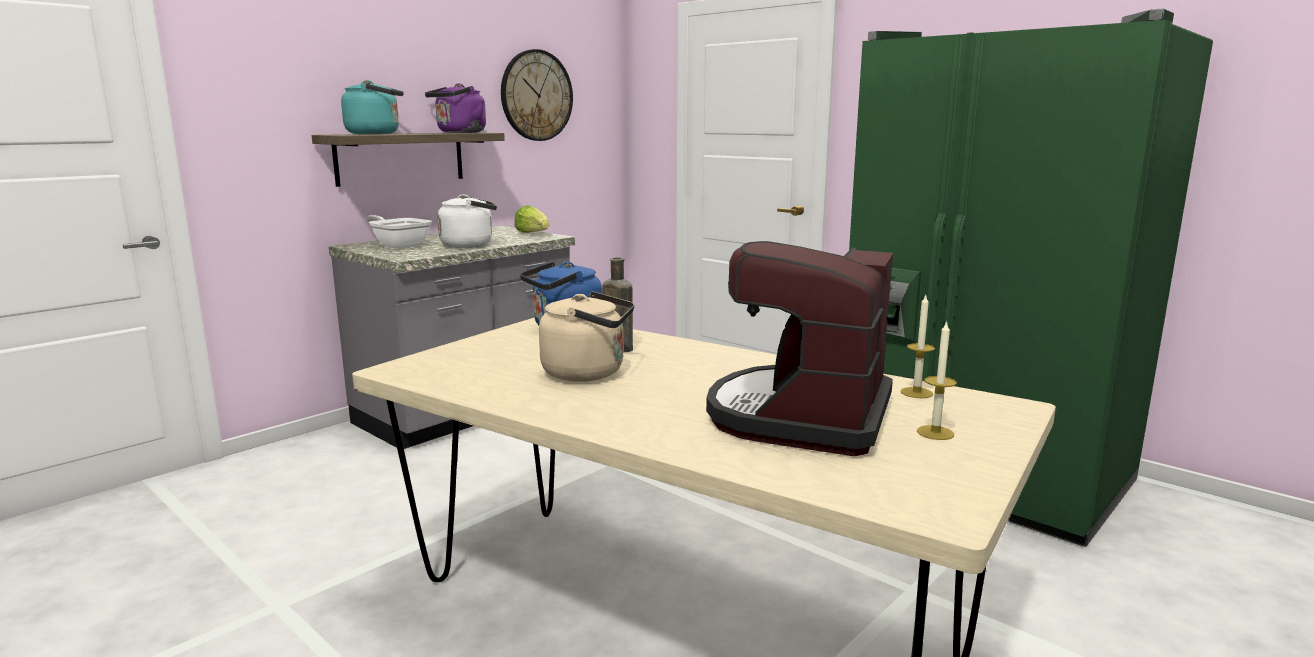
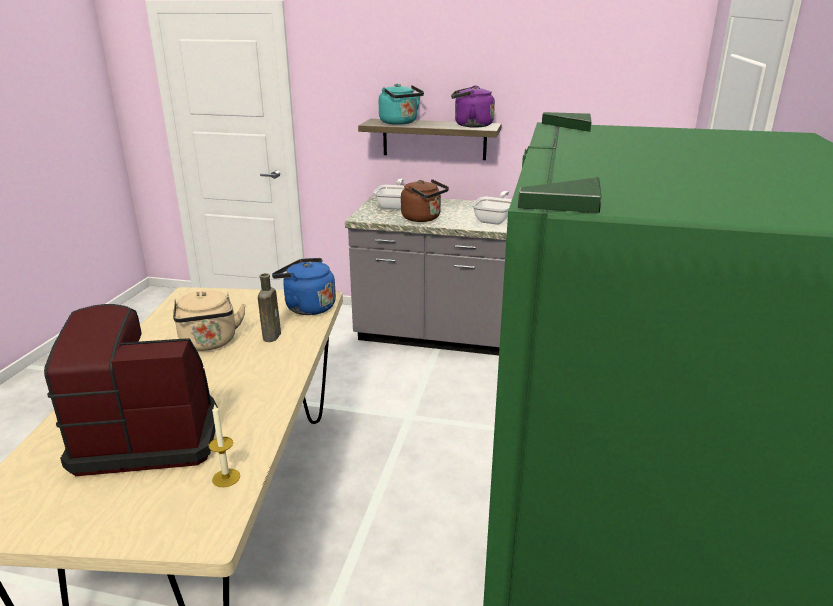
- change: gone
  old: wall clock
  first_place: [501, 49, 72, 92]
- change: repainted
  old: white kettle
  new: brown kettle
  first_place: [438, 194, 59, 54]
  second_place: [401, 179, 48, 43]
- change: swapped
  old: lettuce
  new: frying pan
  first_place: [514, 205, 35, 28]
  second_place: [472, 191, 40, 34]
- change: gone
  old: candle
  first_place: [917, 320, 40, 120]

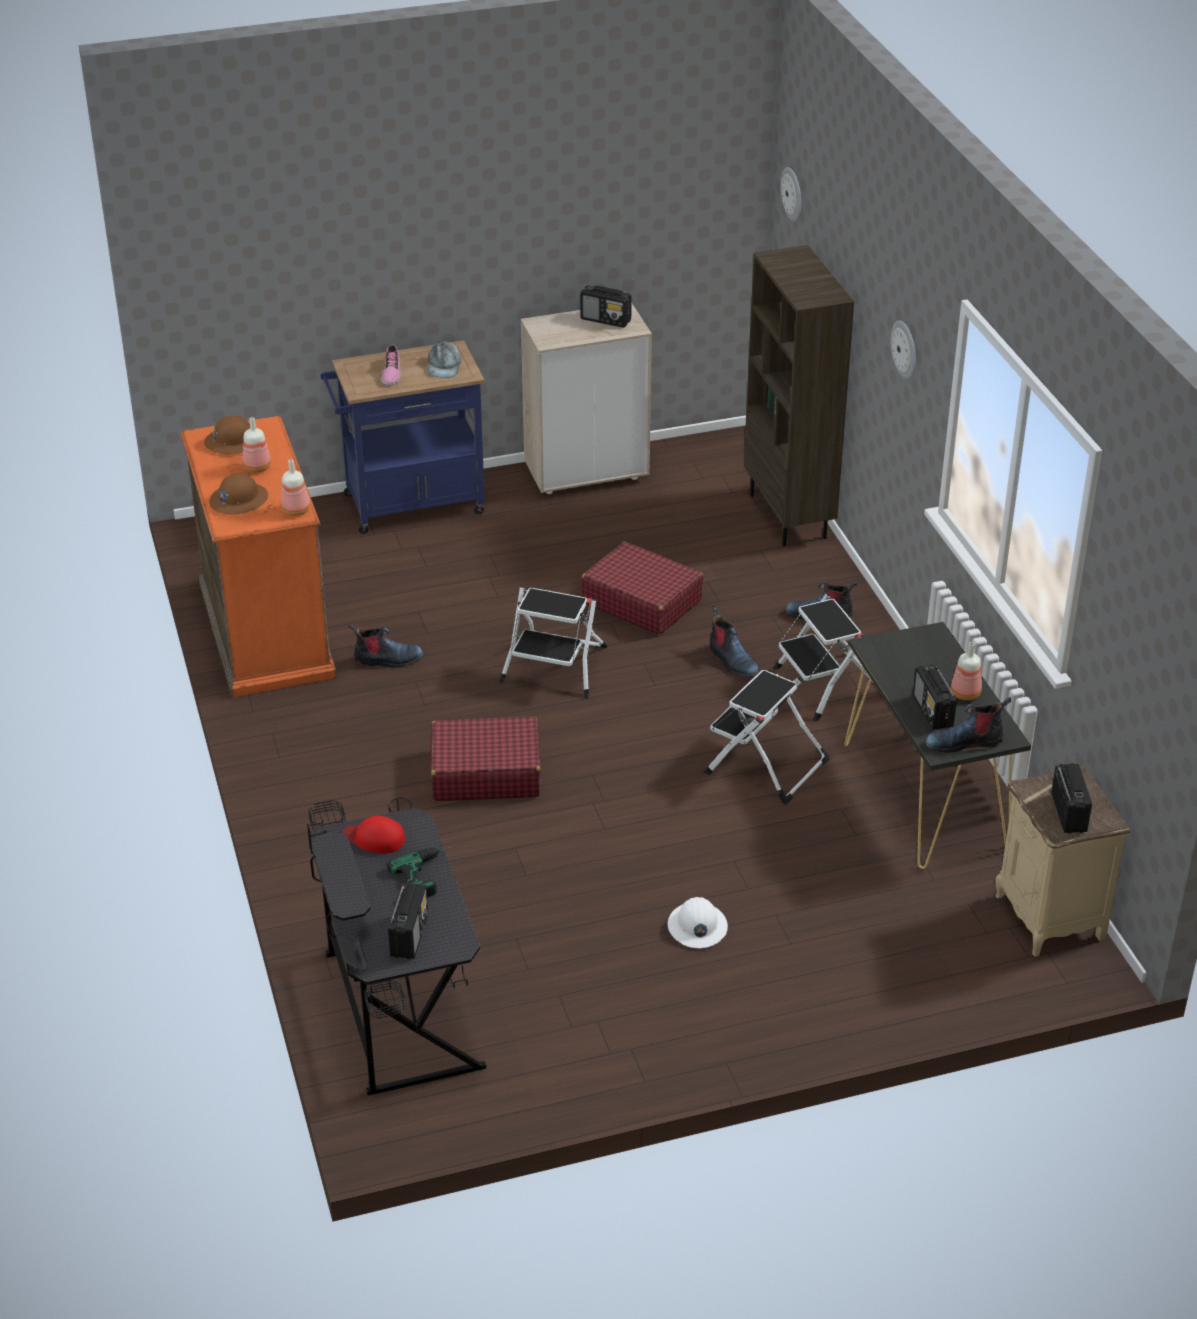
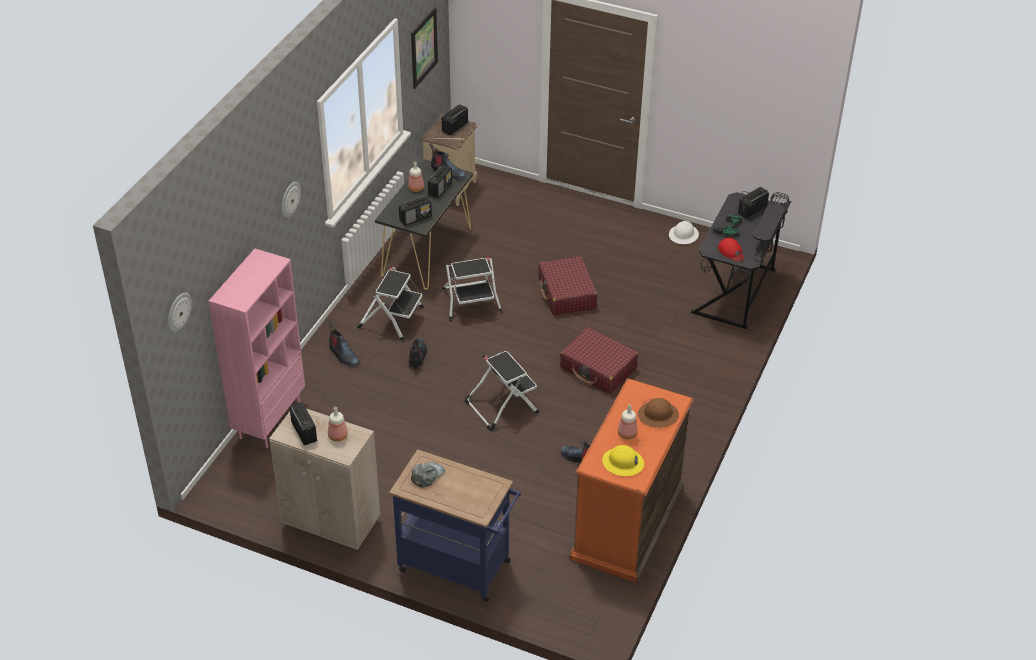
- change: repainted
  old: brown bookcase
  new: pink bookcase
  first_place: [744, 245, 110, 301]
  second_place: [209, 249, 96, 199]
- change: gone
  old: shoe
  first_place: [381, 344, 20, 41]
- change: repainted
  old: brown hard hat
  new: yellow hard hat
  first_place: [204, 415, 46, 39]
  second_place: [602, 445, 42, 31]
- change: shifted
  old: bottle
  first_place: [281, 459, 29, 57]
  second_place: [328, 407, 20, 35]
- change: shifted
  old: red suitcase
  first_place: [581, 542, 122, 93]
  second_place: [538, 256, 59, 59]
- change: shifted
  old: white hard hat
  first_place: [668, 897, 60, 51]
  second_place: [669, 221, 30, 23]
- change: new
  new: picture
  second_place: [411, 7, 27, 82]
- change: new
  new: radio
  second_place: [399, 196, 33, 30]

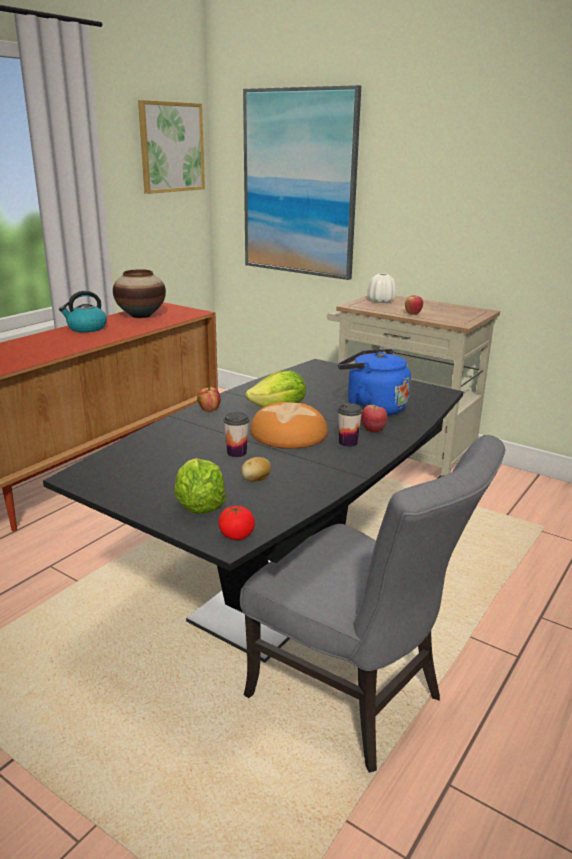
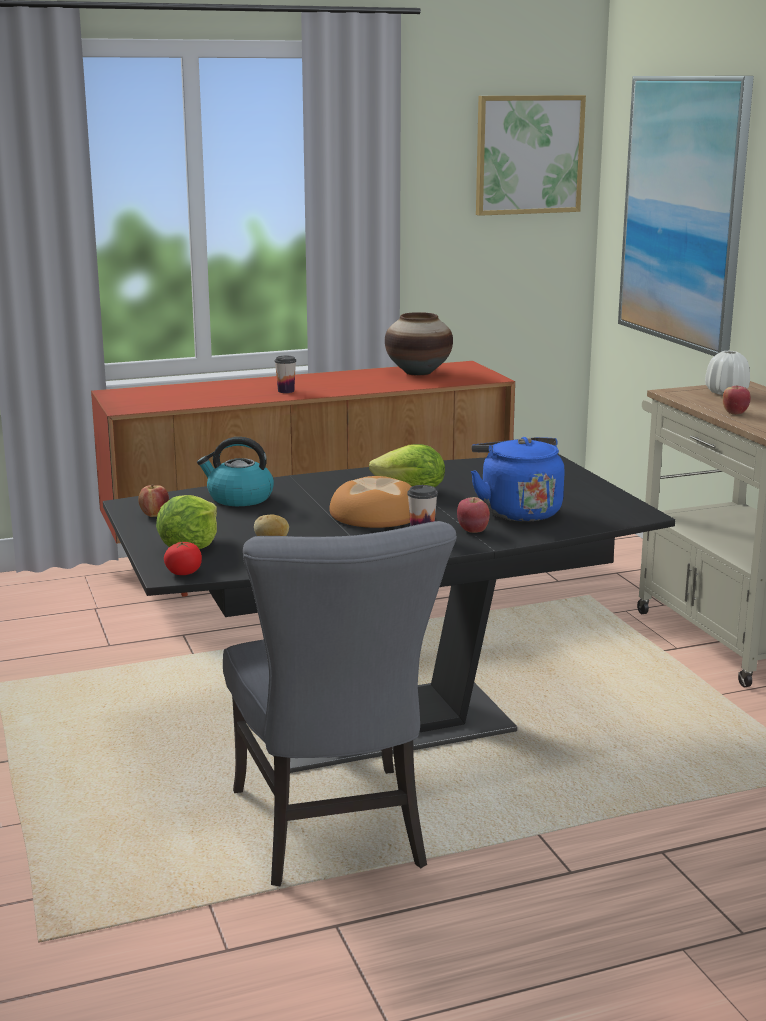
- change: shifted
  old: kettle
  first_place: [59, 291, 48, 41]
  second_place: [197, 437, 77, 69]
- change: shifted
  old: apple
  first_place: [197, 387, 24, 25]
  second_place: [138, 484, 31, 33]
- change: shifted
  old: cup
  first_place: [223, 412, 26, 45]
  second_place: [274, 356, 22, 37]

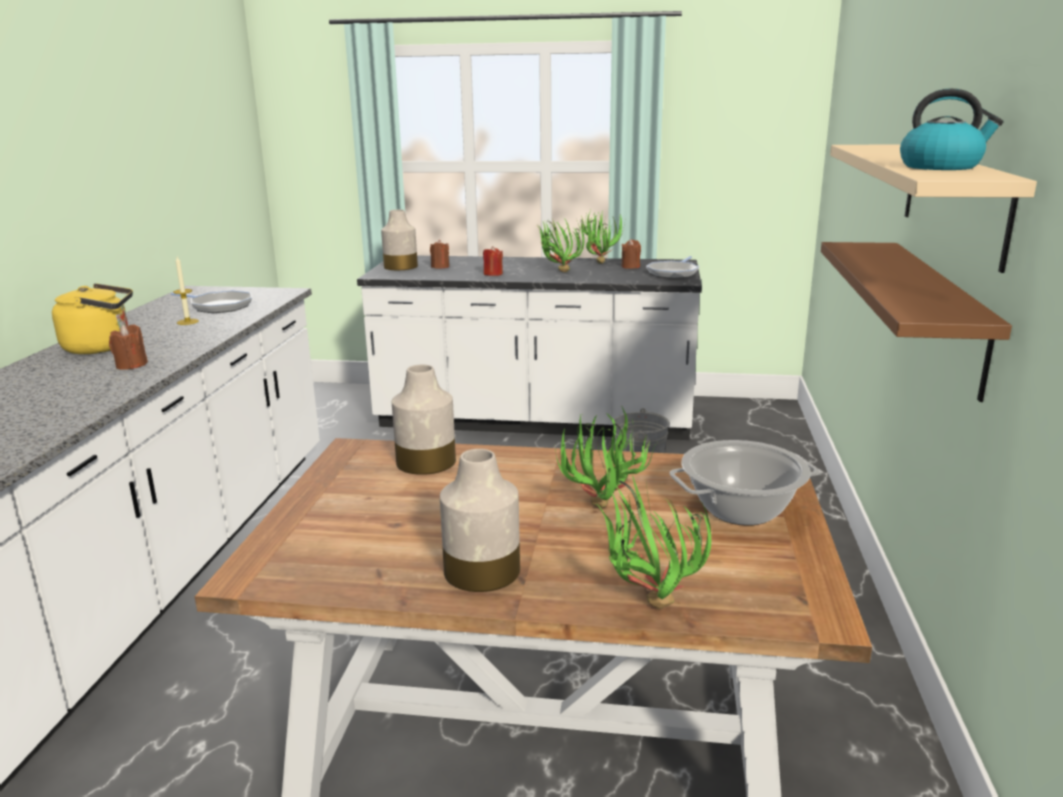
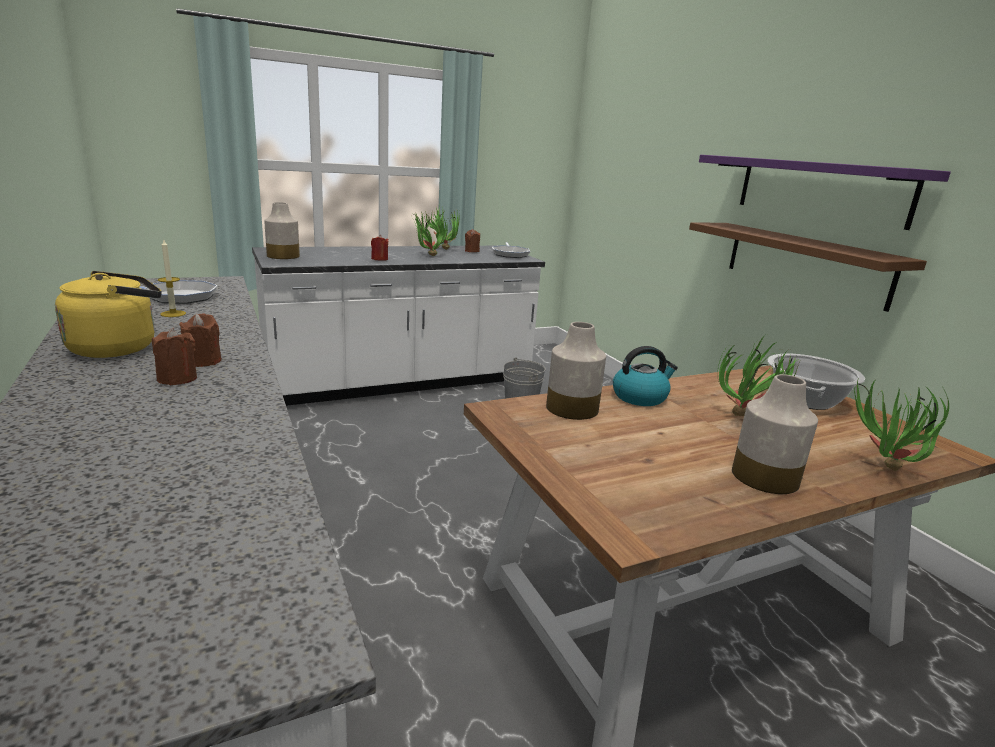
- change: shifted
  old: kettle
  first_place: [900, 88, 104, 82]
  second_place: [613, 346, 65, 60]
- change: repainted
  old: beige shelf
  new: purple shelf
  first_place: [830, 145, 207, 128]
  second_place: [699, 155, 252, 75]
- change: shifted
  old: brown candle
  first_place: [430, 240, 19, 28]
  second_place: [152, 328, 45, 57]

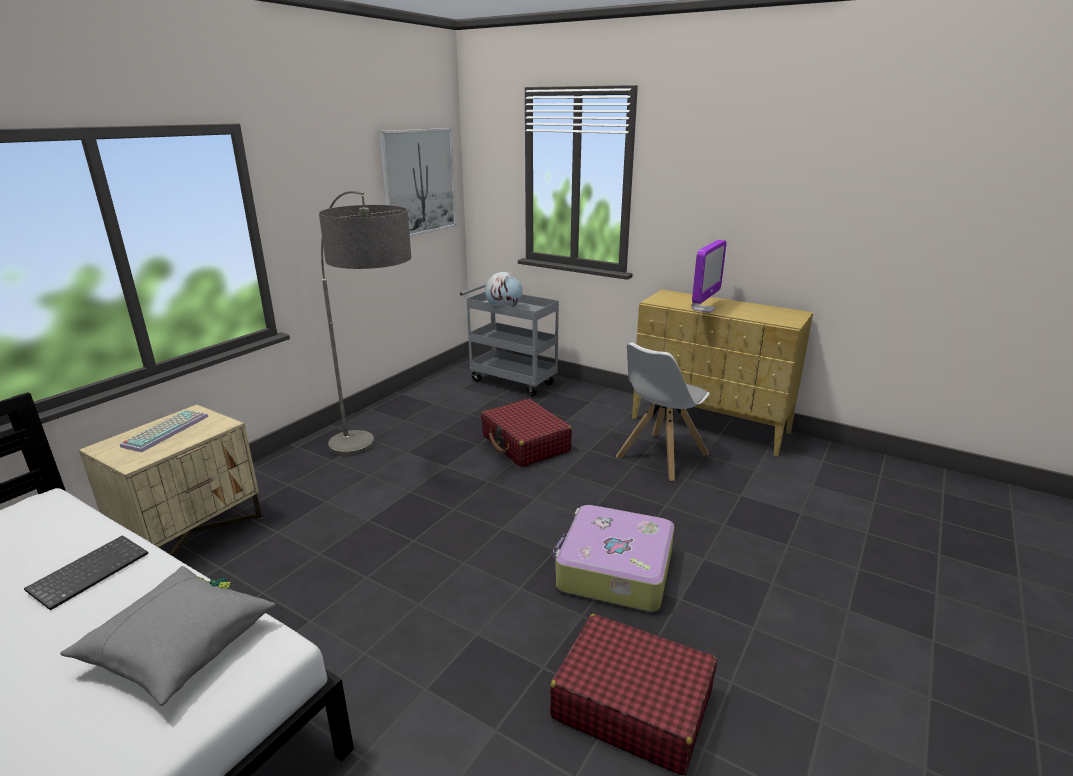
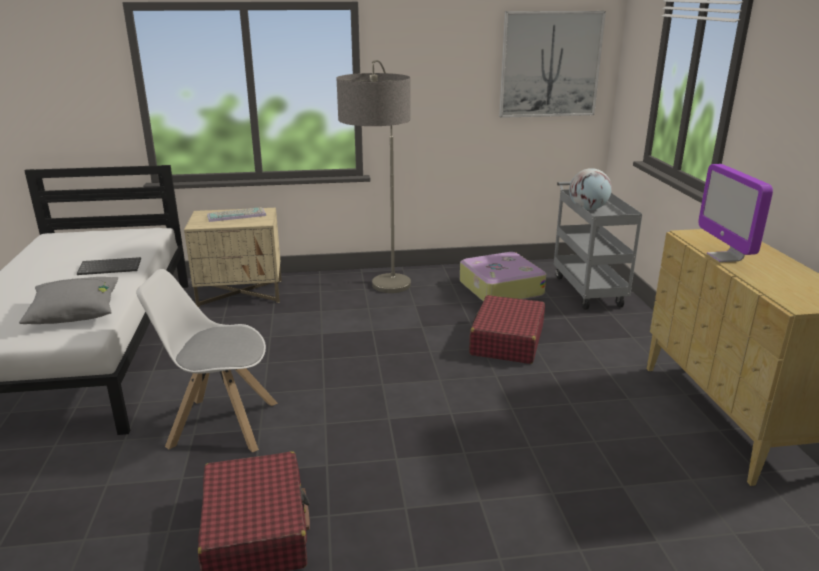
- change: rotated
  old: monitor
  first_place: [691, 240, 35, 73]
  second_place: [698, 164, 75, 98]
  degrees: 90
- change: shifted
  old: chair
  first_place: [616, 342, 94, 139]
  second_place: [136, 269, 142, 183]
- change: shifted
  old: suitcase
  first_place: [553, 505, 121, 107]
  second_place: [460, 252, 86, 49]

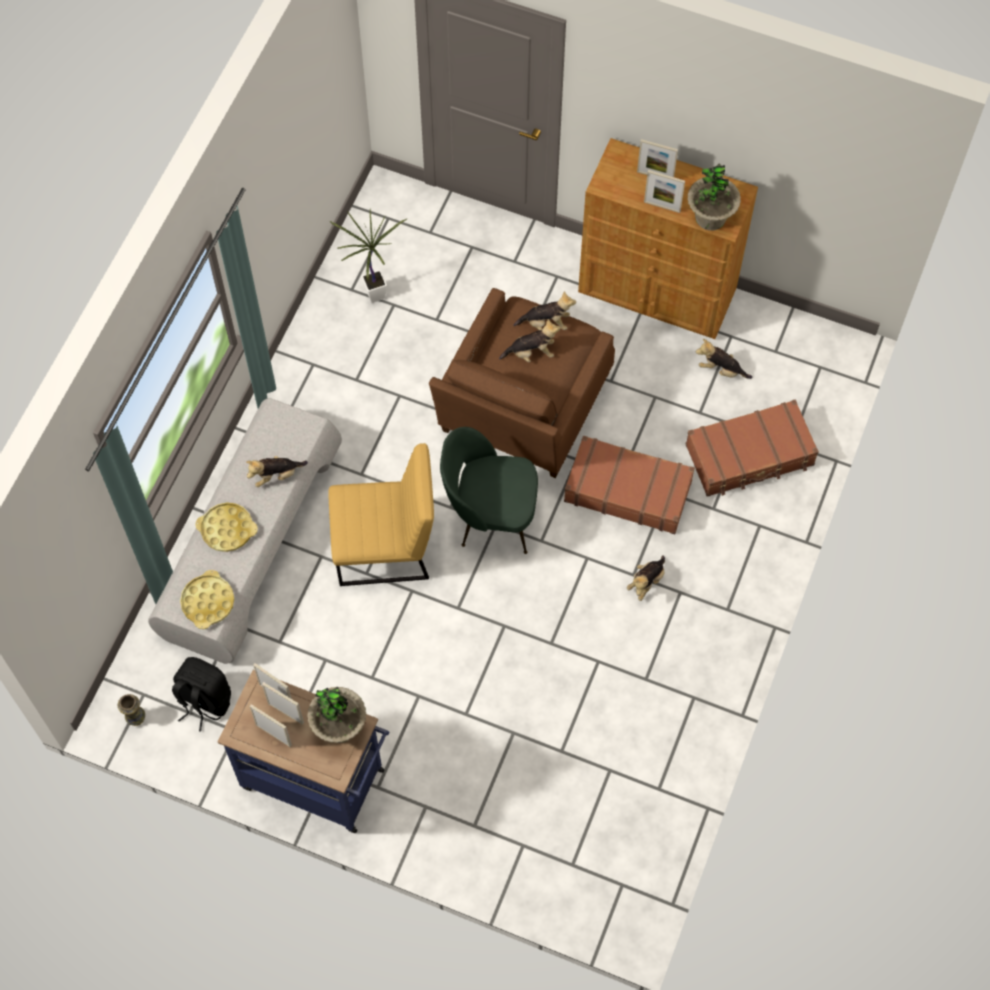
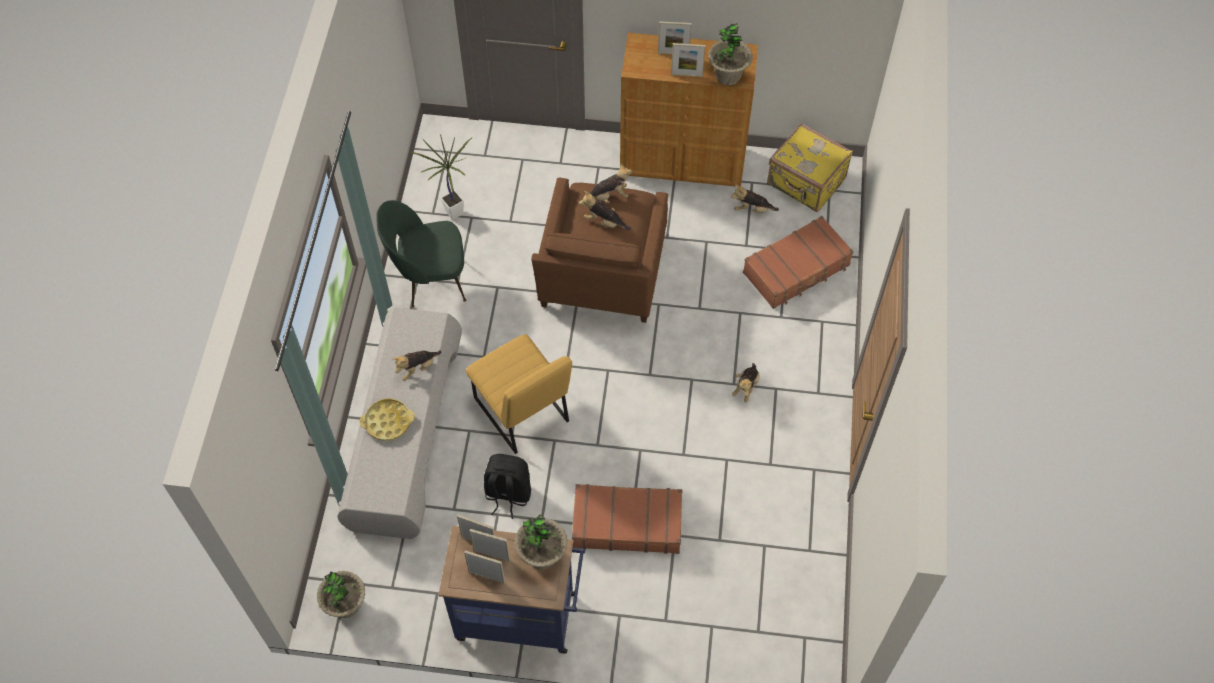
- change: rotated
  old: plush toy
  first_place: [499, 319, 62, 43]
  second_place: [579, 191, 52, 39]
  degrees: -135
- change: shifted
  old: green chair
  first_place: [440, 427, 98, 127]
  second_place: [376, 200, 90, 108]
- change: shifted
  old: brown suitcase
  first_place: [564, 436, 131, 98]
  second_place: [572, 484, 110, 70]
- change: rotated
  old: yellow chair
  first_place: [328, 443, 106, 143]
  second_place: [466, 334, 106, 120]
  degrees: 75
- change: gone
  old: yellow tray
  first_place: [180, 570, 54, 59]
- change: shifted
  old: black backpack
  first_place: [172, 657, 59, 75]
  second_place: [484, 454, 47, 65]
- change: swapped
  old: vase
  new: potted plant
  first_place: [118, 694, 27, 32]
  second_place: [317, 571, 48, 47]
- change: new
  new: yellow suitcase
  second_place: [767, 123, 86, 89]

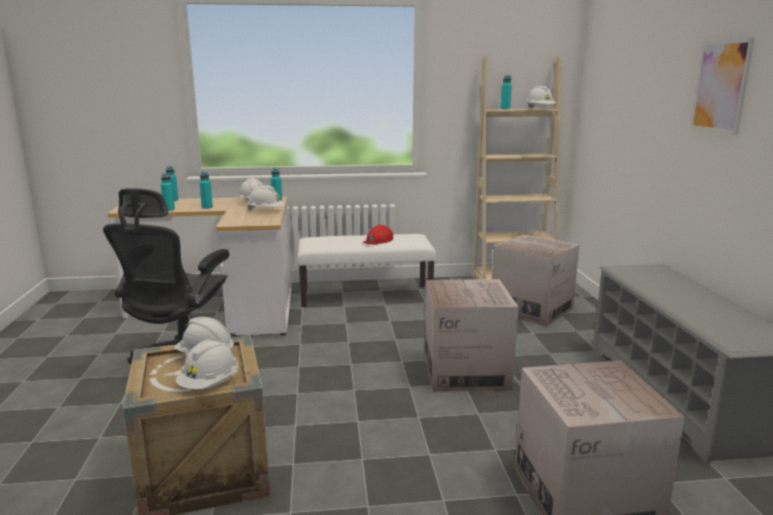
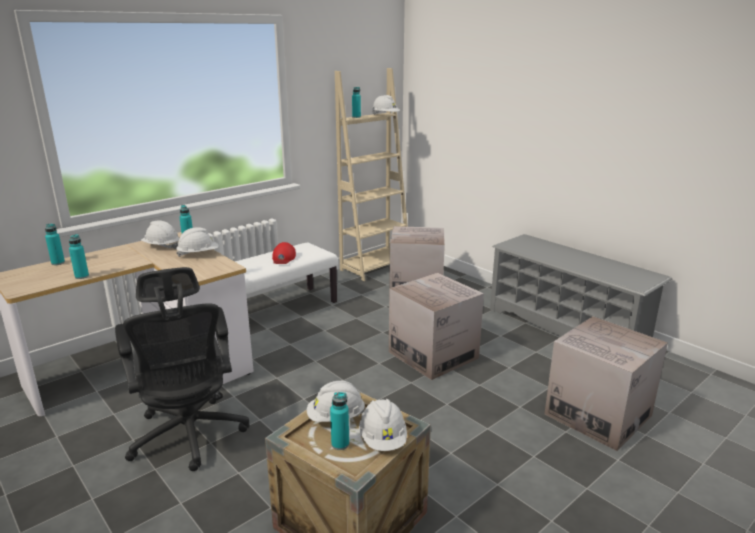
- change: gone
  old: picture
  first_place: [690, 38, 64, 97]
- change: shifted
  old: turquoise bottle
  first_place: [199, 172, 14, 37]
  second_place: [330, 392, 19, 58]

